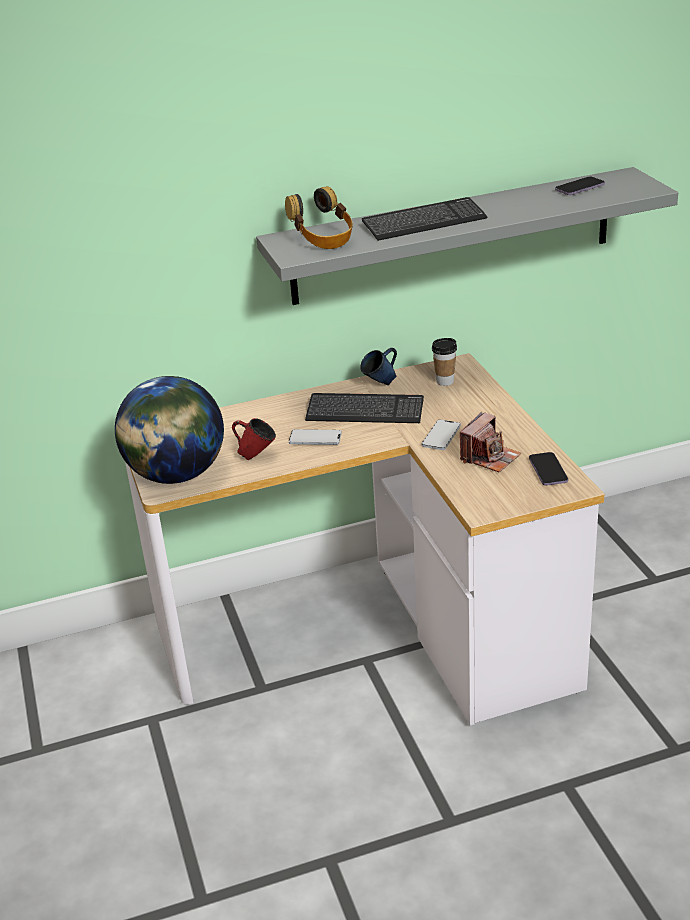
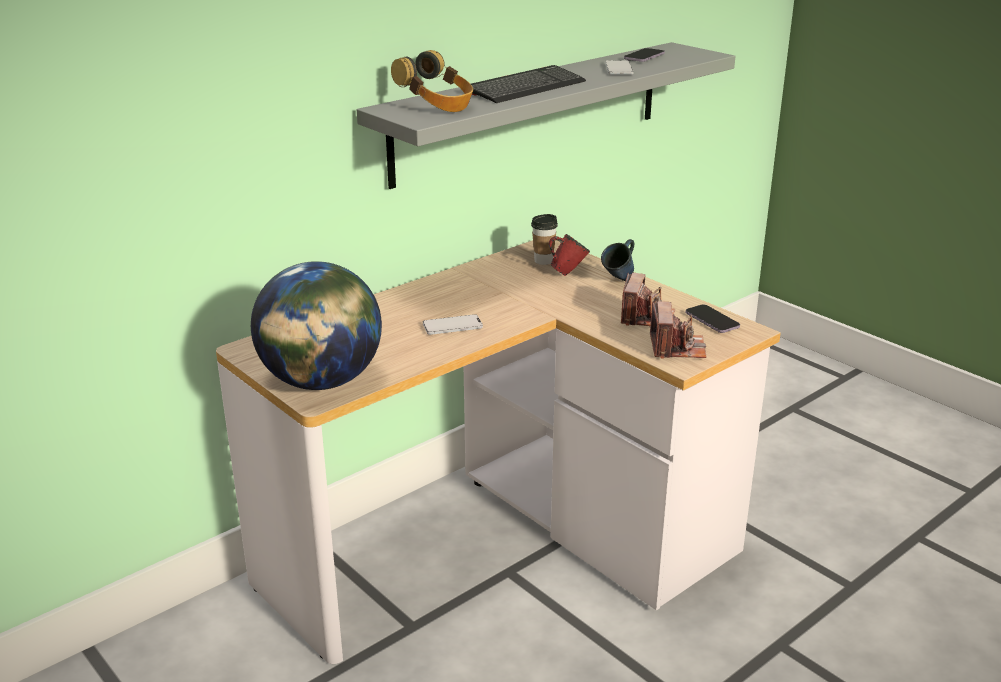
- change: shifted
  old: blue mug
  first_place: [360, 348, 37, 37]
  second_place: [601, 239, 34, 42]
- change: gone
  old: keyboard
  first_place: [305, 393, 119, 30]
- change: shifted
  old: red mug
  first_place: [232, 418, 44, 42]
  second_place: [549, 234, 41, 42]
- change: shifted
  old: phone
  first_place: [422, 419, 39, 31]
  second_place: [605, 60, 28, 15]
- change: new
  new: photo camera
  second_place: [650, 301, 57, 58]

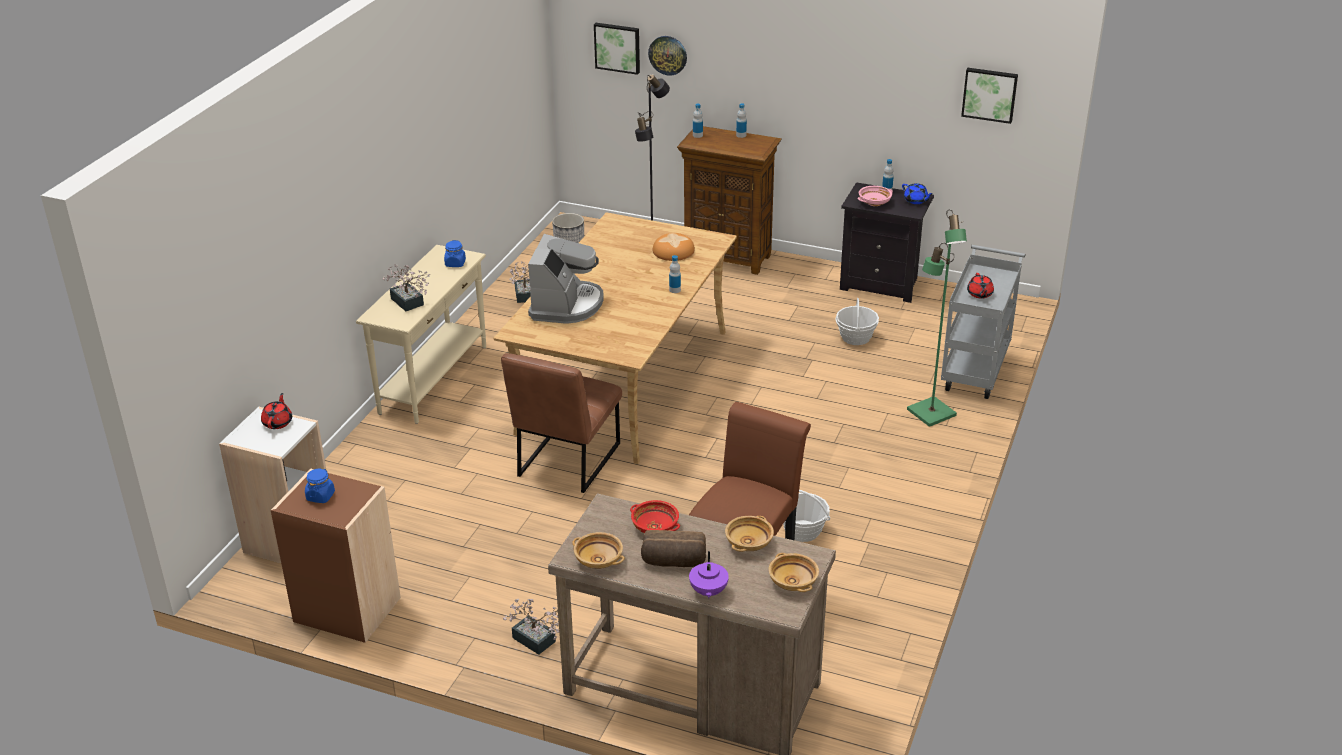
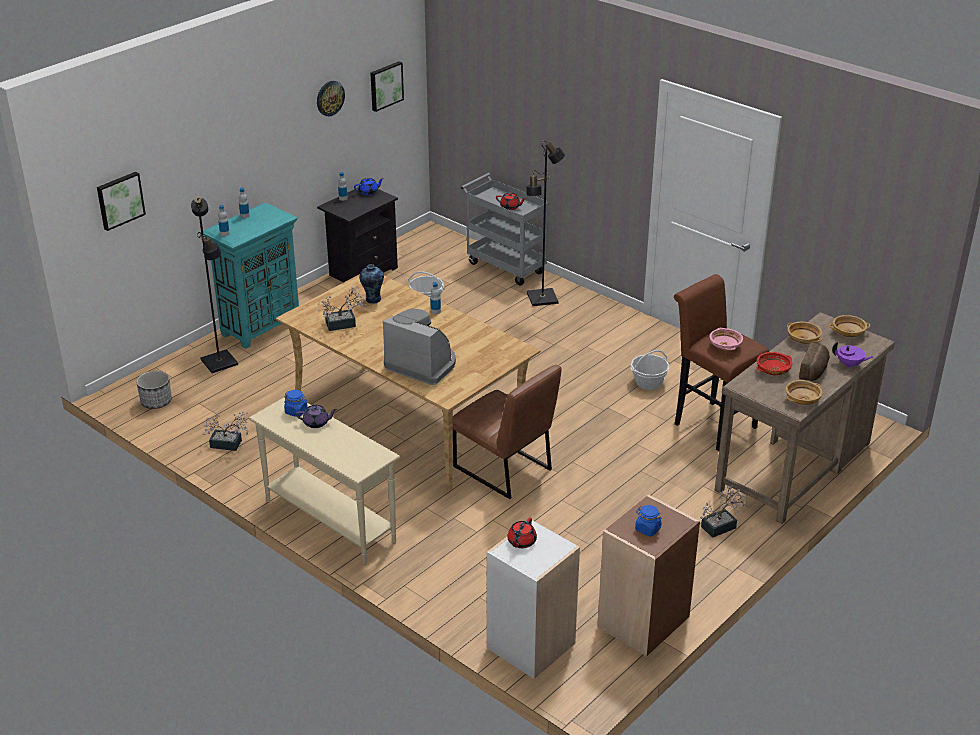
- change: shifted
  old: wall clock
  first_place: [648, 36, 39, 40]
  second_place: [317, 81, 28, 35]
- change: repainted
  old: brown cabinet
  new: turquoise cabinet
  first_place: [677, 126, 105, 149]
  second_place: [200, 202, 99, 147]
- change: shifted
  old: pink bowl
  first_place: [857, 186, 36, 20]
  second_place: [710, 328, 33, 22]
- change: repainted
  old: green floor lamp
  new: black floor lamp
  first_place: [907, 209, 60, 218]
  second_place: [526, 141, 39, 165]
- change: swapped
  old: bread
  new: vase
  first_place: [652, 233, 43, 28]
  second_place: [359, 264, 25, 40]
- change: shifted
  old: potted plant
  first_place: [382, 264, 48, 47]
  second_place: [318, 286, 48, 45]
- change: rotated
  old: red teapot
  first_place: [261, 393, 31, 36]
  second_place: [507, 518, 30, 30]
  degrees: -90
- change: new
  new: purple teapot
  second_place: [296, 405, 41, 23]

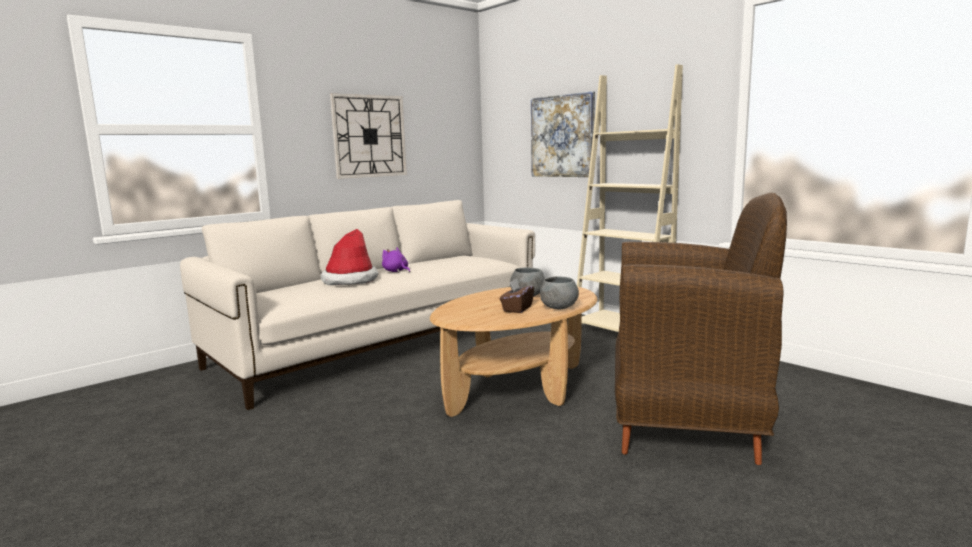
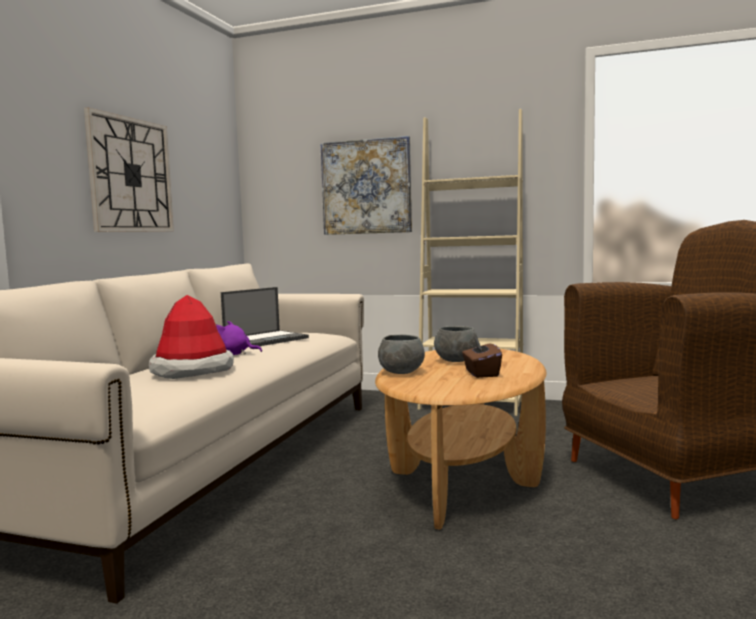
- change: shifted
  old: grey bowl
  first_place: [540, 276, 39, 33]
  second_place: [378, 334, 47, 40]
- change: new
  new: laptop
  second_place: [221, 287, 88, 59]

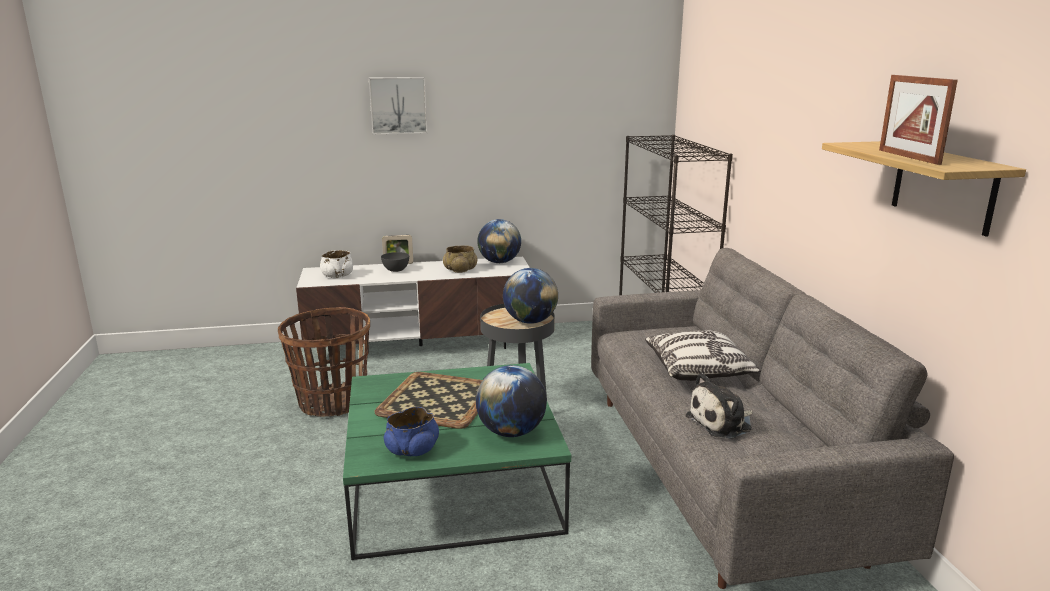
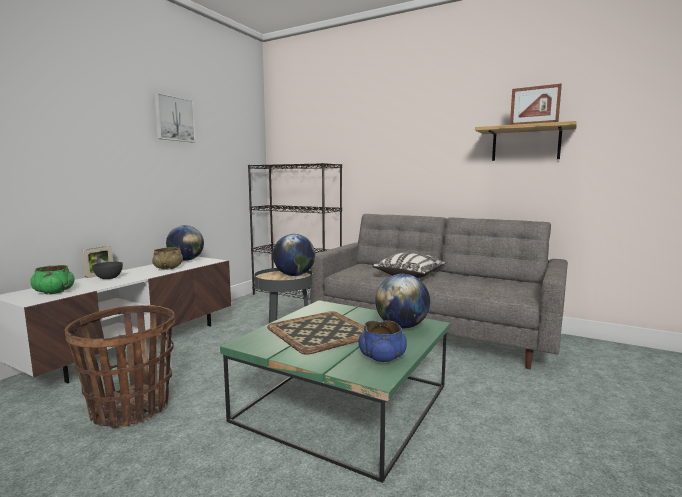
- change: shifted
  old: picture
  first_place: [369, 77, 58, 58]
  second_place: [154, 93, 42, 49]
- change: repainted
  old: white bowl
  new: green bowl
  first_place: [320, 250, 33, 28]
  second_place: [30, 265, 44, 29]
- change: gone
  old: plush toy
  first_place: [685, 373, 68, 65]

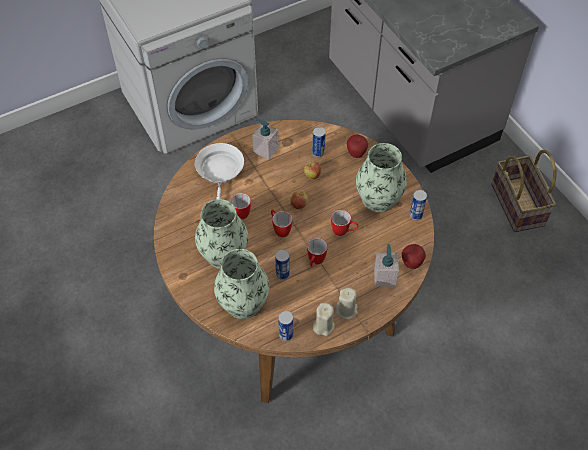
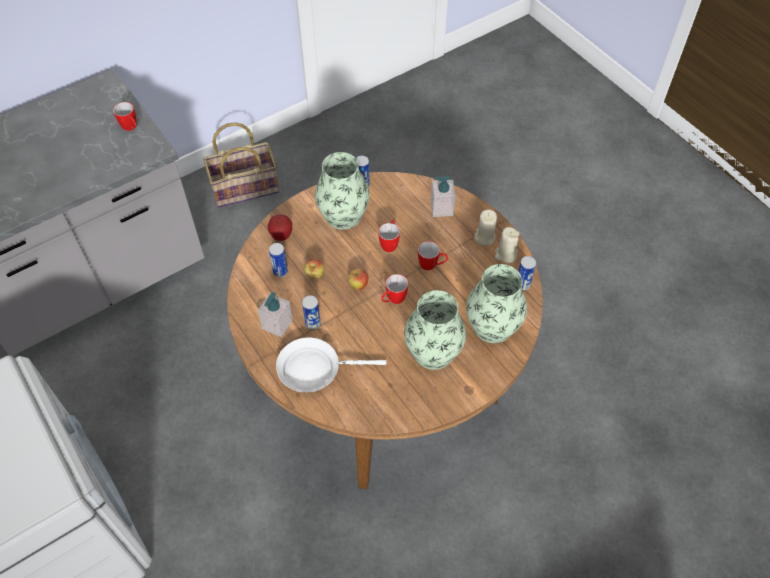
- change: shifted
  old: mug
  first_place: [231, 193, 20, 26]
  second_place: [113, 102, 24, 29]
- change: gone
  old: apple
  first_place: [402, 244, 24, 25]
- change: shifted
  old: can
  first_place: [275, 249, 15, 31]
  second_place: [302, 296, 19, 34]

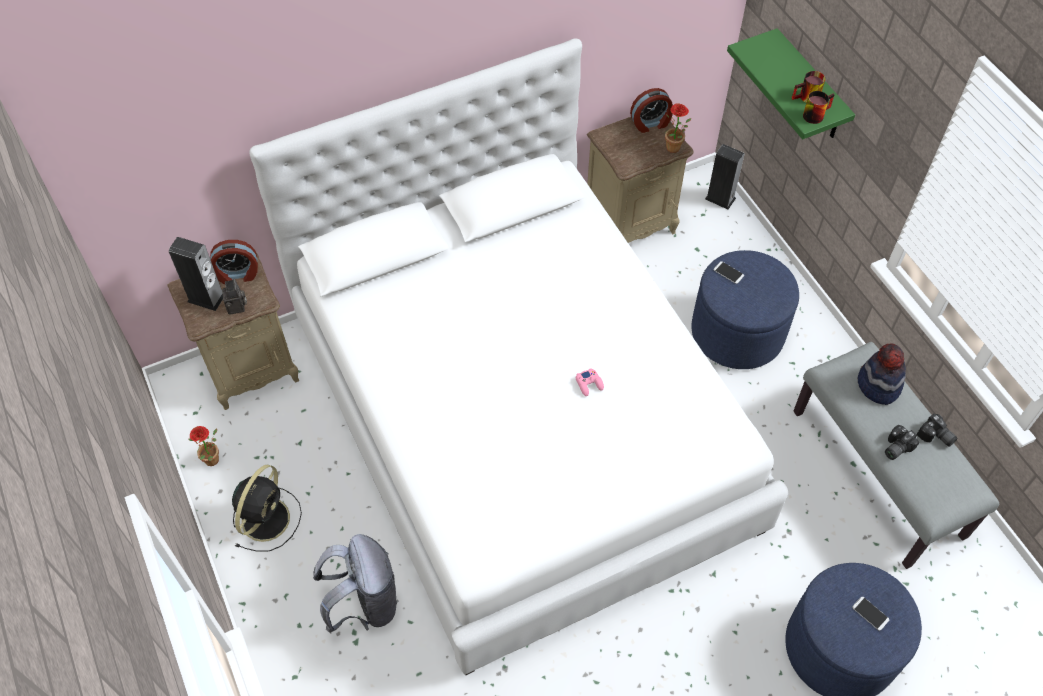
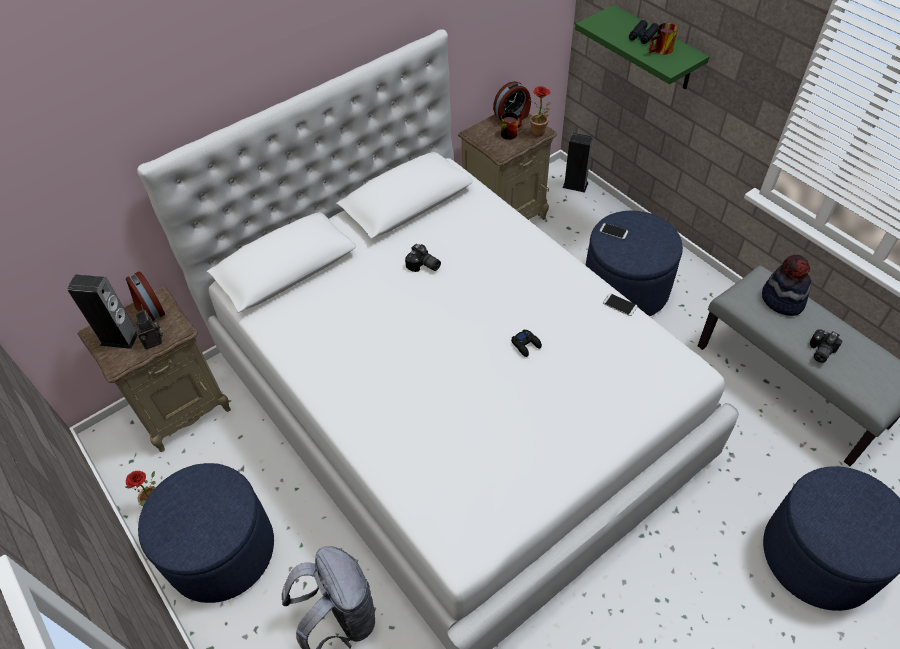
- change: shifted
  old: mug
  first_place: [803, 91, 32, 33]
  second_place: [501, 112, 21, 28]
- change: rotated
  old: alarm clock
  first_place: [210, 240, 48, 44]
  second_place: [126, 271, 39, 50]
  degrees: 75
- change: repainted
  old: pink game controller
  new: black game controller
  first_place: [576, 368, 28, 28]
  second_place: [511, 329, 31, 28]
- change: shifted
  old: photo camera
  first_place: [917, 414, 41, 33]
  second_place: [405, 244, 36, 28]
- change: swapped
  old: black fan
  new: blue ottoman
  first_place: [232, 464, 70, 88]
  second_place: [138, 463, 136, 140]
- change: shifted
  old: phone
  first_place: [852, 597, 37, 34]
  second_place: [603, 293, 35, 23]
- change: new
  new: black binoculars
  second_place: [629, 20, 30, 24]

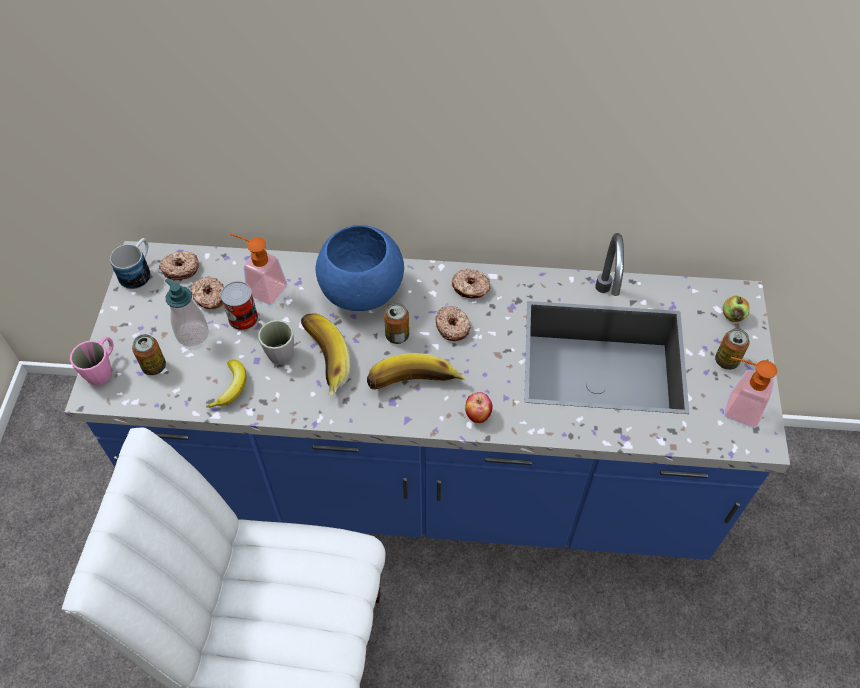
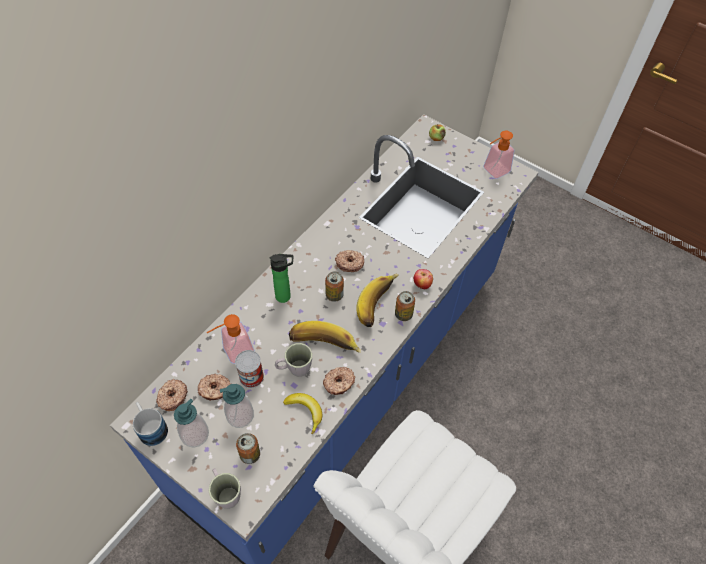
- change: swapped
  old: blue bowl
  new: bottle
  first_place: [316, 225, 88, 86]
  second_place: [270, 254, 23, 49]
- change: shifted
  old: donut
  first_place: [452, 269, 39, 29]
  second_place: [323, 367, 32, 28]
- change: shifted
  old: can
  first_place: [715, 329, 35, 41]
  second_place: [395, 291, 20, 30]
- change: repainted
  old: pink mug
  new: grey mug
  first_place: [70, 337, 44, 48]
  second_place: [209, 468, 32, 41]
- change: new
  new: soap dispenser
  second_place: [174, 399, 35, 48]

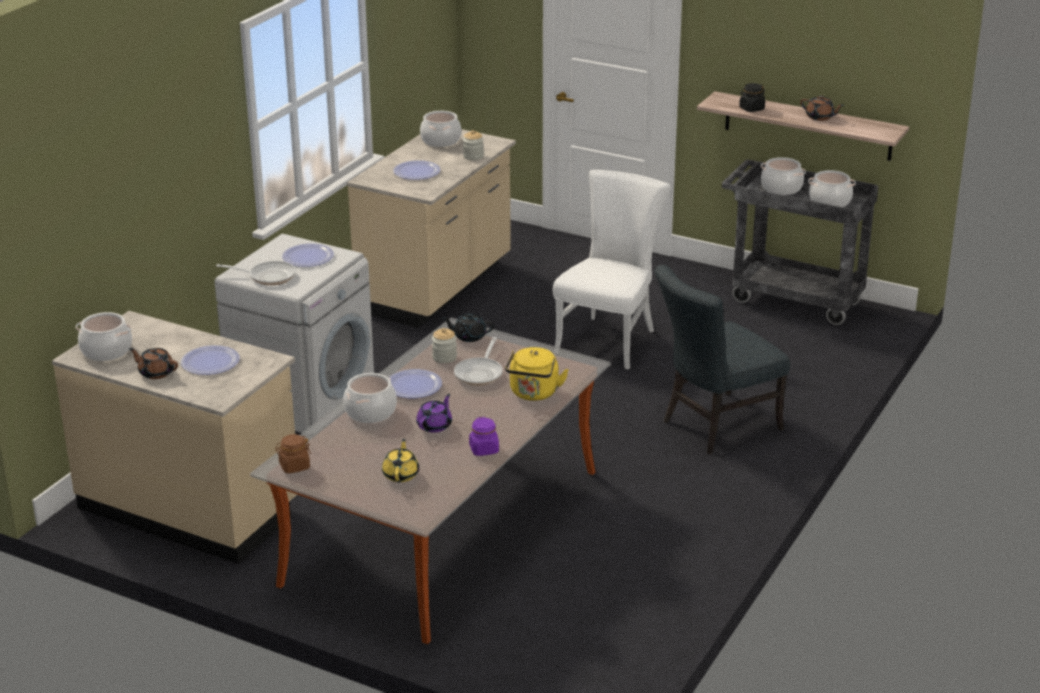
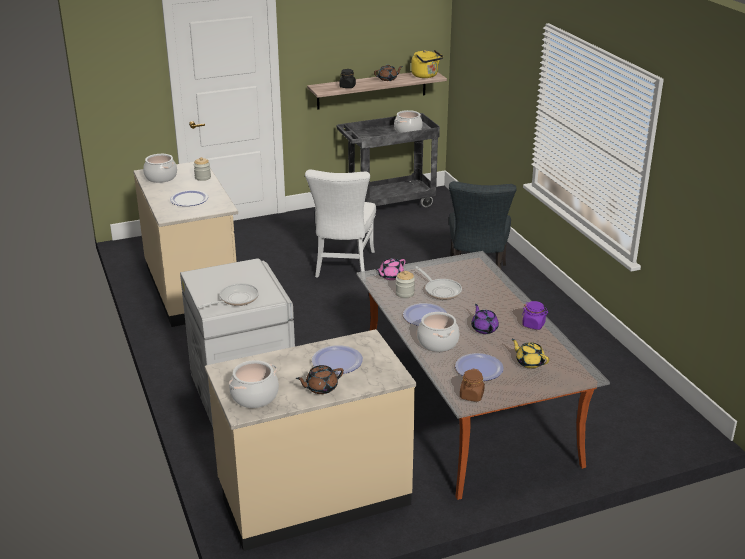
- change: gone
  old: cooking pot
  first_place: [761, 157, 45, 38]
- change: rotated
  old: white chair
  first_place: [553, 170, 118, 200]
  second_place: [305, 170, 71, 108]
  degrees: -150
- change: shifted
  old: plate
  first_place: [282, 243, 52, 24]
  second_place: [455, 353, 49, 28]
- change: repainted
  old: black teapot
  new: pink teapot
  first_place: [442, 313, 52, 29]
  second_place: [376, 258, 29, 22]
- change: shifted
  old: yellow kettle
  first_place: [505, 347, 64, 54]
  second_place: [411, 50, 32, 28]

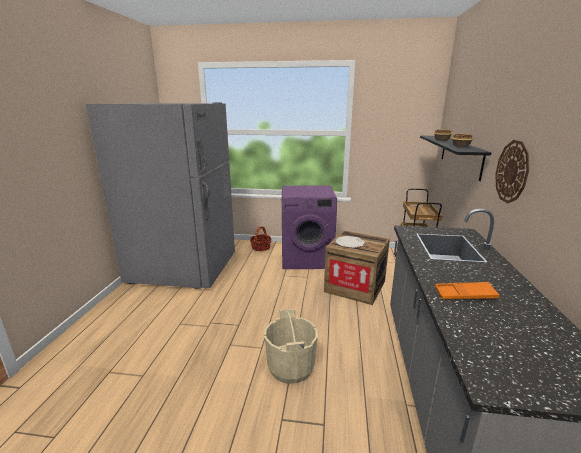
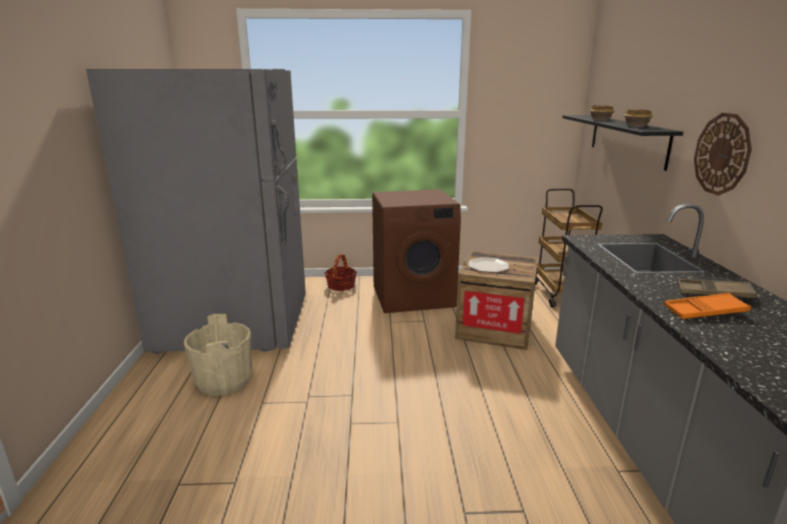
- change: repainted
  old: purple washing machine
  new: brown washing machine
  first_place: [282, 186, 55, 83]
  second_place: [372, 189, 89, 124]
- change: shifted
  old: beige bucket
  first_place: [264, 309, 54, 75]
  second_place: [184, 314, 68, 82]
- change: new
  new: brown tray
  second_place: [678, 279, 79, 20]

